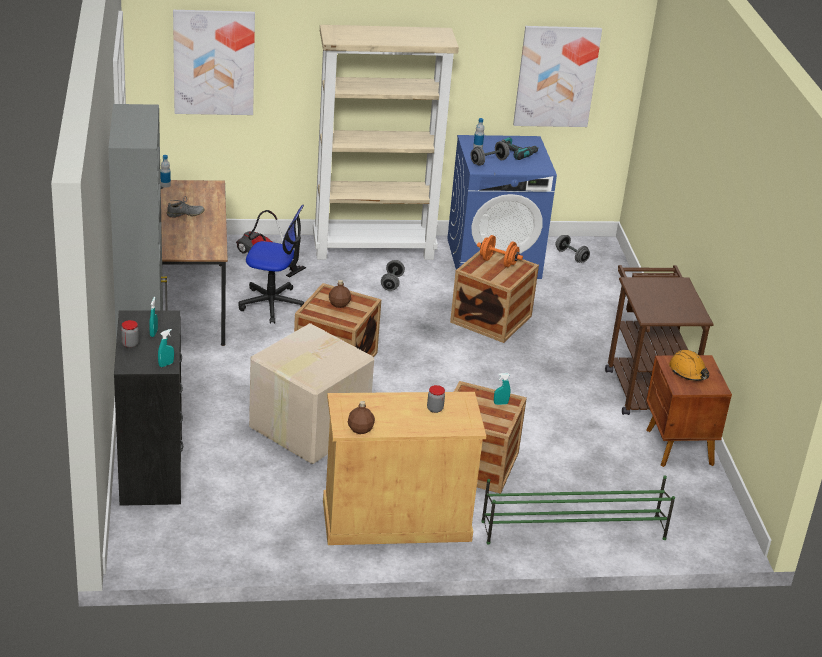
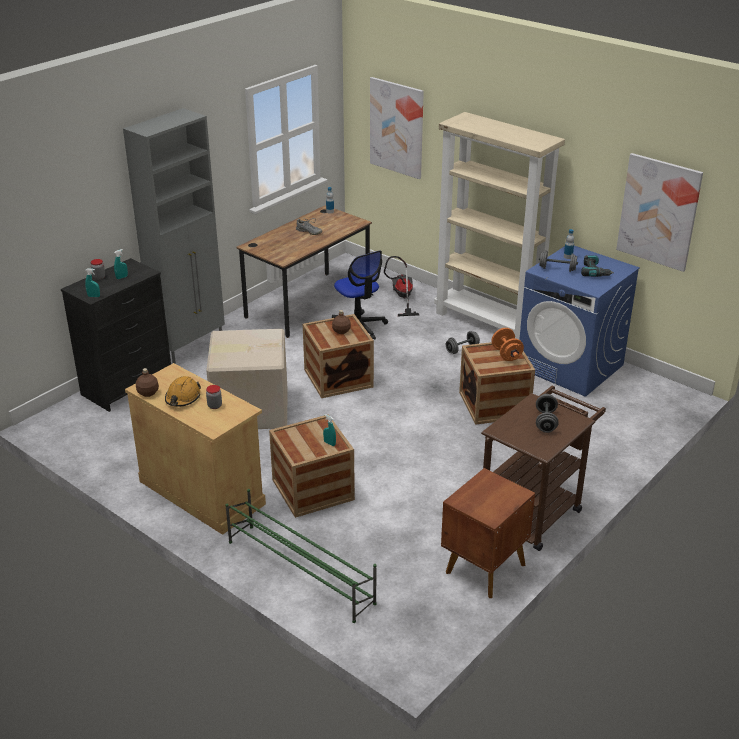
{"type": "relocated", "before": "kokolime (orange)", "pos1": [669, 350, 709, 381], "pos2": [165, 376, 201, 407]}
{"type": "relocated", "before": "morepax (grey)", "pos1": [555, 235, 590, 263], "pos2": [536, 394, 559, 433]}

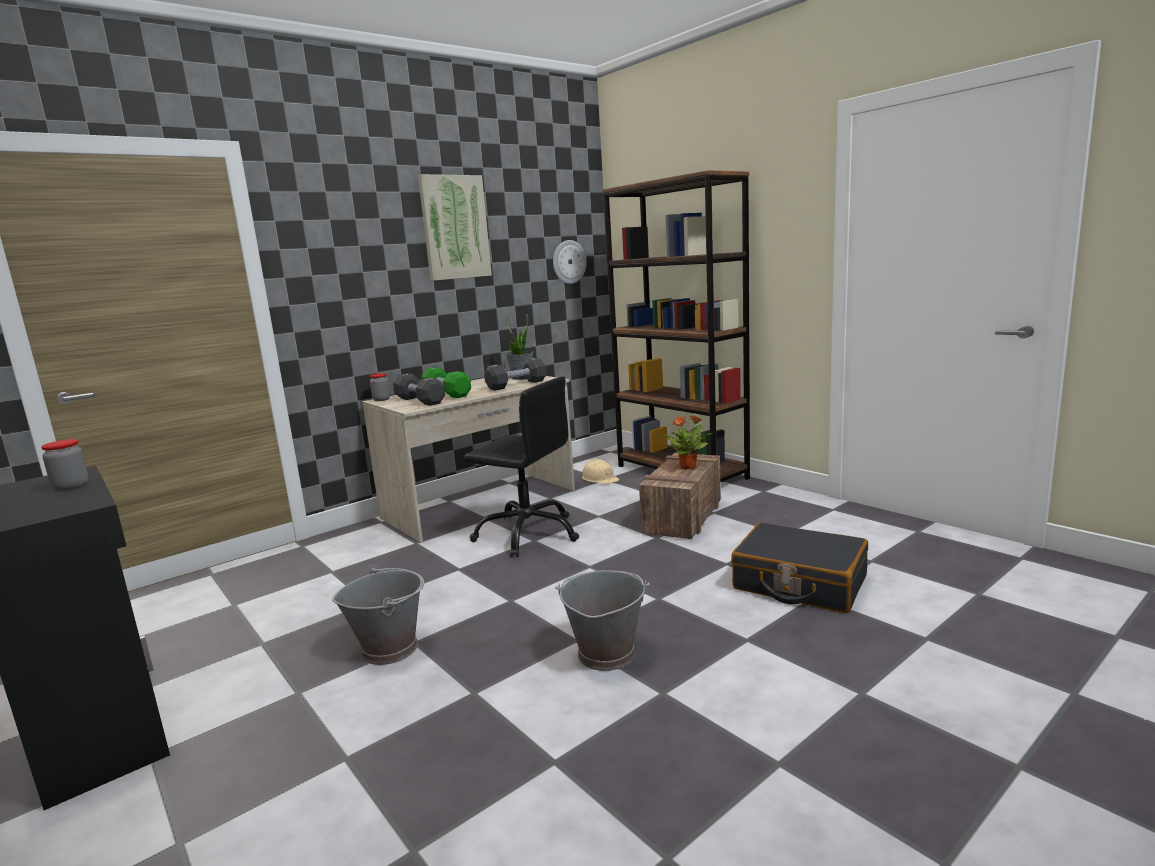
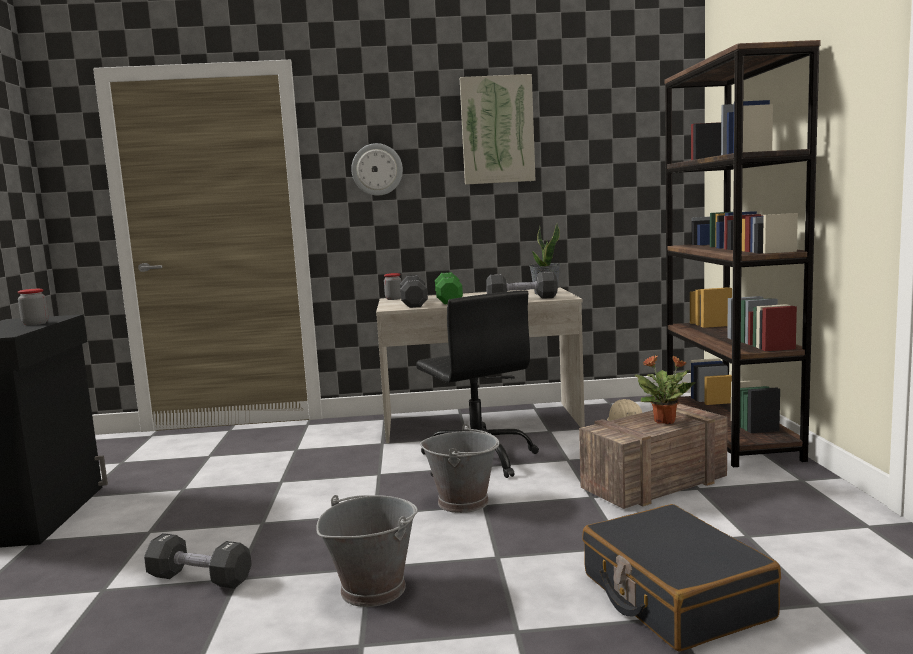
{"type": "appeared", "after": "morepax (black)", "pos2": [144, 533, 252, 589]}
{"type": "relocated", "before": "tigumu", "pos1": [553, 240, 586, 284], "pos2": [351, 143, 403, 196]}
{"type": "relocated", "before": "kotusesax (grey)", "pos1": [332, 565, 424, 665], "pos2": [420, 424, 499, 513]}

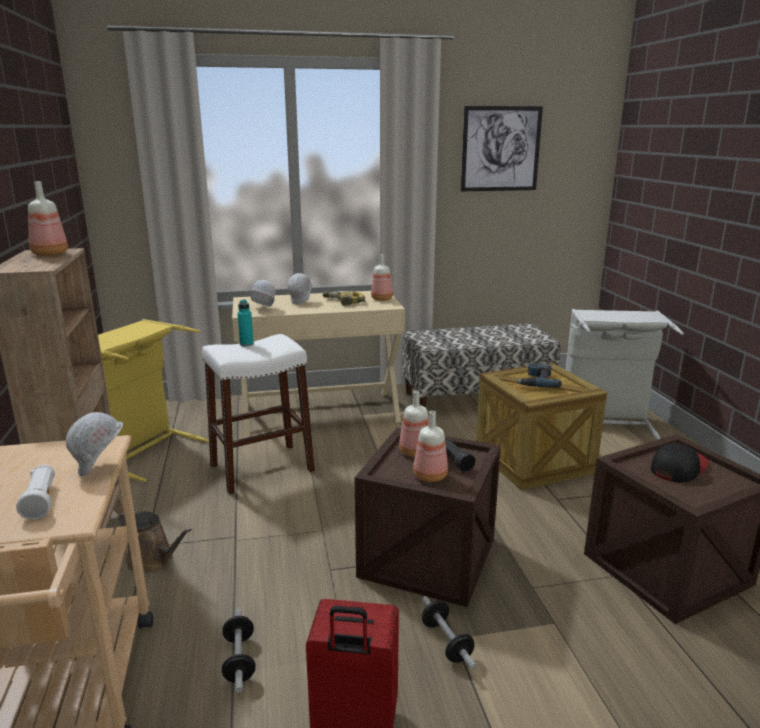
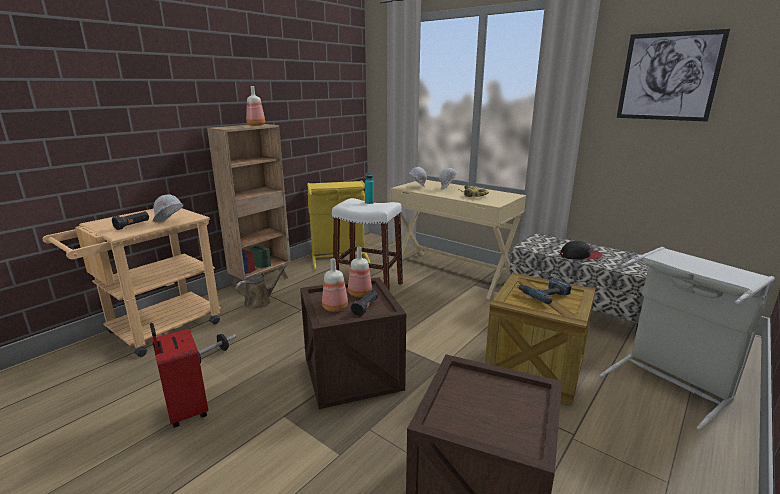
{"type": "colour", "before": "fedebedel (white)", "after": "fedebedel (black)", "pos1": [16, 464, 55, 520], "pos2": [112, 211, 149, 230]}
{"type": "spun", "before": "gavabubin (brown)", "pos1": [118, 512, 192, 574], "pos2": [236, 264, 288, 308], "turn": -120}
{"type": "relocated", "before": "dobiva", "pos1": [651, 443, 709, 483], "pos2": [560, 241, 602, 260]}
{"type": "missing", "before": "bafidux", "pos1": [371, 254, 393, 301]}
{"type": "missing", "before": "morepax", "pos1": [422, 596, 477, 670]}

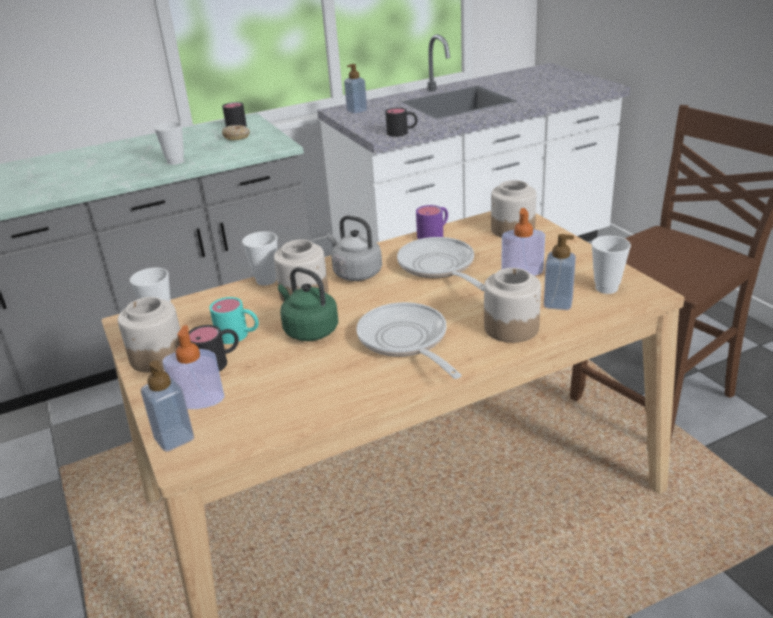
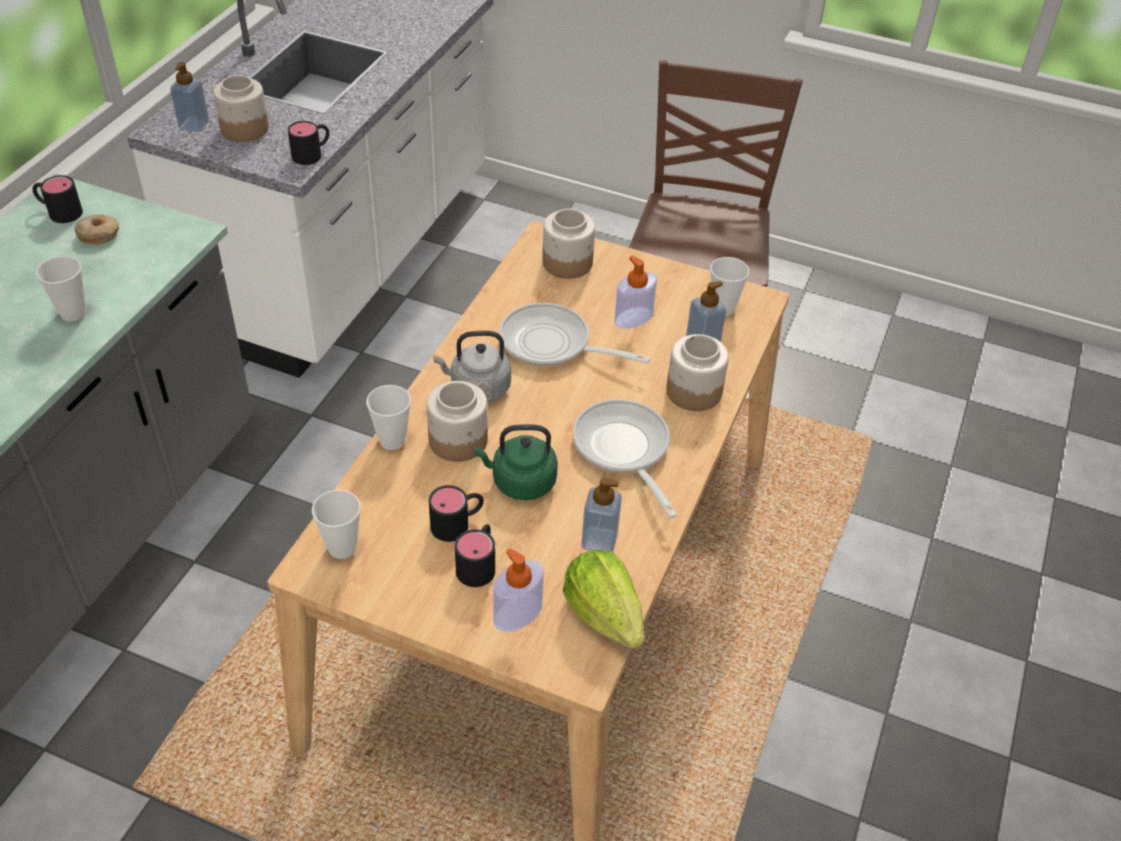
{"type": "relocated", "before": "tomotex", "pos1": [118, 297, 180, 373], "pos2": [213, 75, 269, 142]}
{"type": "colour", "before": "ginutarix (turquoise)", "after": "ginutarix (black)", "pos1": [209, 297, 259, 344], "pos2": [429, 485, 484, 542]}
{"type": "appeared", "after": "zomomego", "pos2": [563, 550, 644, 649]}
{"type": "spun", "before": "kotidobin", "pos1": [356, 302, 462, 379], "pos2": [573, 399, 677, 518], "turn": 45}
{"type": "relocated", "before": "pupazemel", "pos1": [141, 360, 194, 452], "pos2": [581, 477, 622, 552]}
{"type": "missing", "before": "ginutarix (purple)", "pos1": [416, 205, 448, 239]}

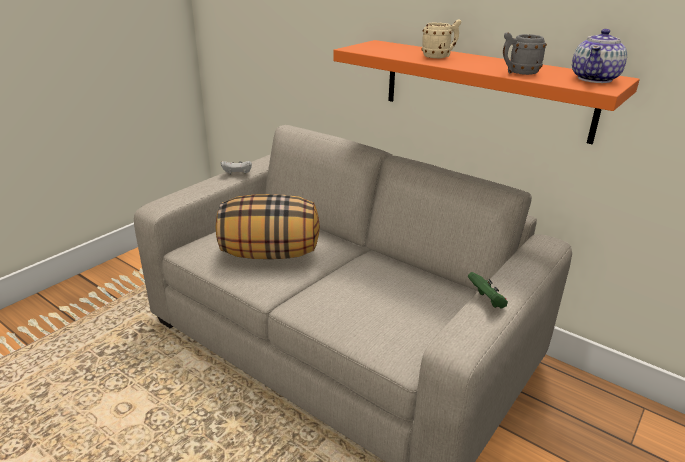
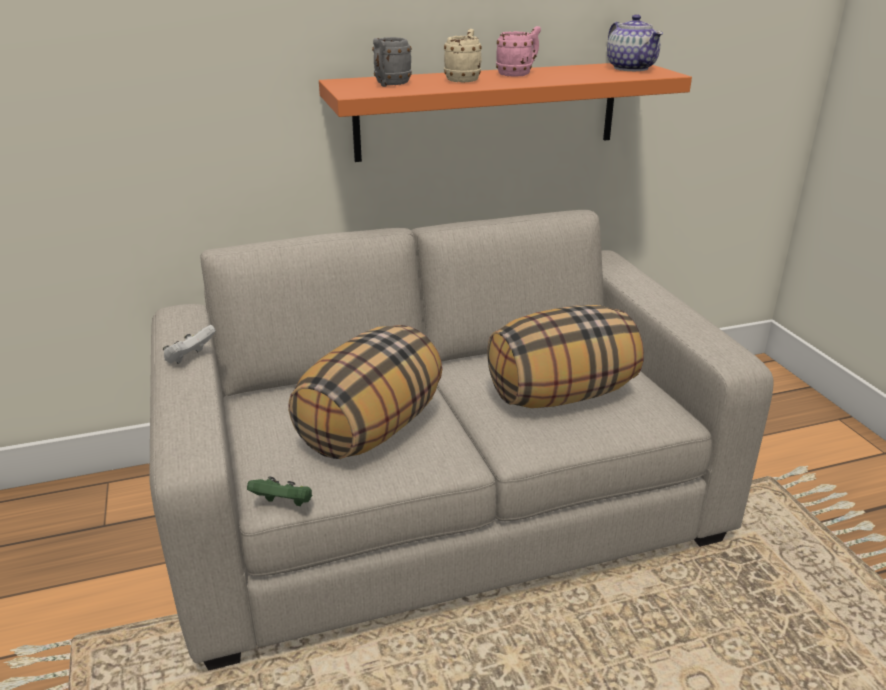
{"type": "relocated", "before": "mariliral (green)", "pos1": [468, 272, 508, 309], "pos2": [247, 476, 312, 506]}
{"type": "relocated", "before": "ginutarix (grey)", "pos1": [503, 32, 547, 75], "pos2": [372, 37, 412, 87]}
{"type": "appeared", "after": "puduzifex", "pos2": [487, 305, 644, 408]}
{"type": "appeared", "after": "ginutarix (pink)", "pos2": [496, 26, 541, 77]}

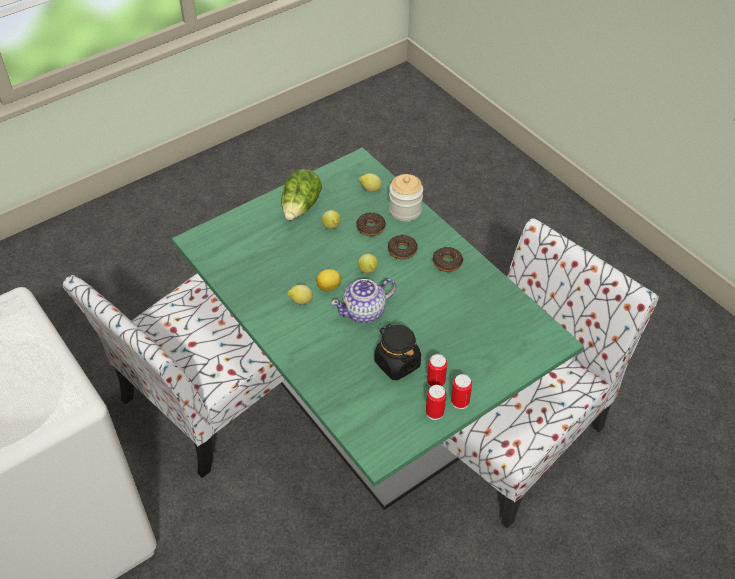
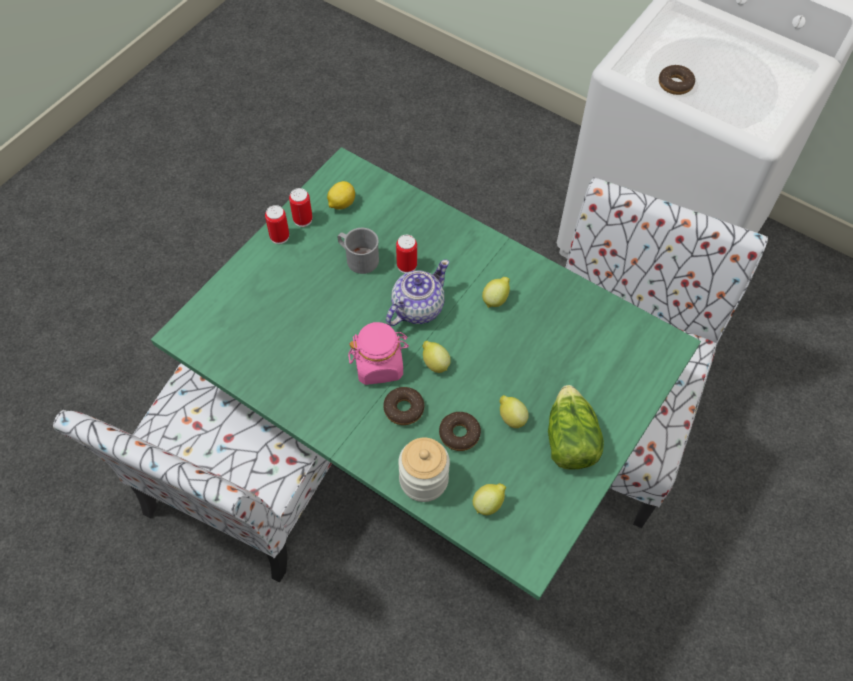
{"type": "relocated", "before": "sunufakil", "pos1": [316, 269, 342, 291], "pos2": [327, 181, 355, 210]}
{"type": "exchanged", "before": "tomotex (black)", "after": "ginutarix (grey)", "pos1": [374, 324, 421, 380], "pos2": [338, 228, 379, 274]}
{"type": "appeared", "after": "tomotex (pink)", "pos2": [348, 322, 409, 385]}
{"type": "relocated", "before": "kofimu", "pos1": [427, 354, 447, 387], "pos2": [396, 235, 417, 273]}
{"type": "relocated", "before": "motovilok", "pos1": [433, 247, 463, 272], "pos2": [659, 65, 695, 95]}

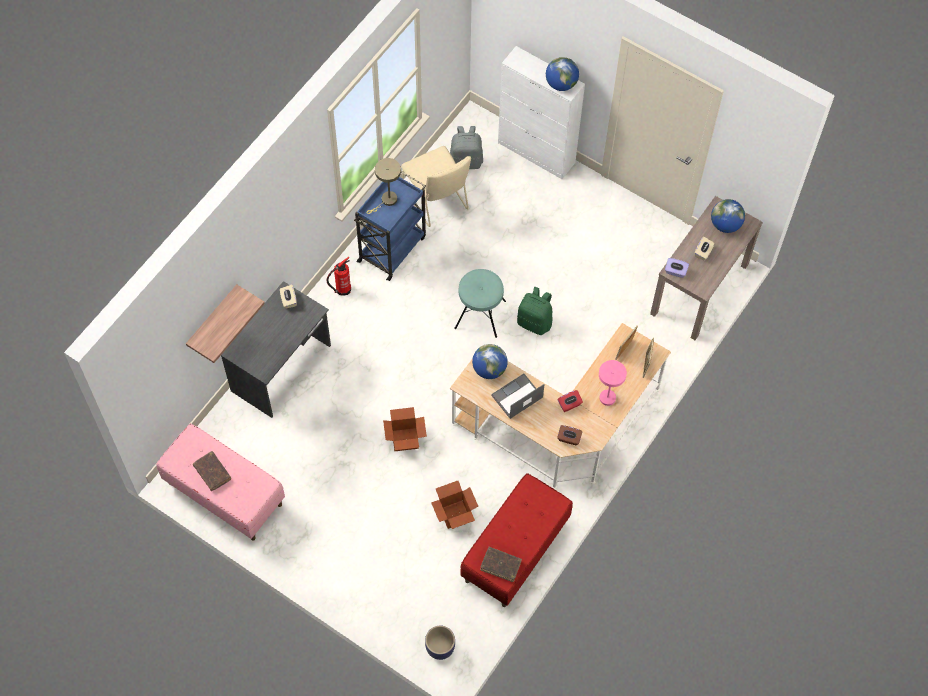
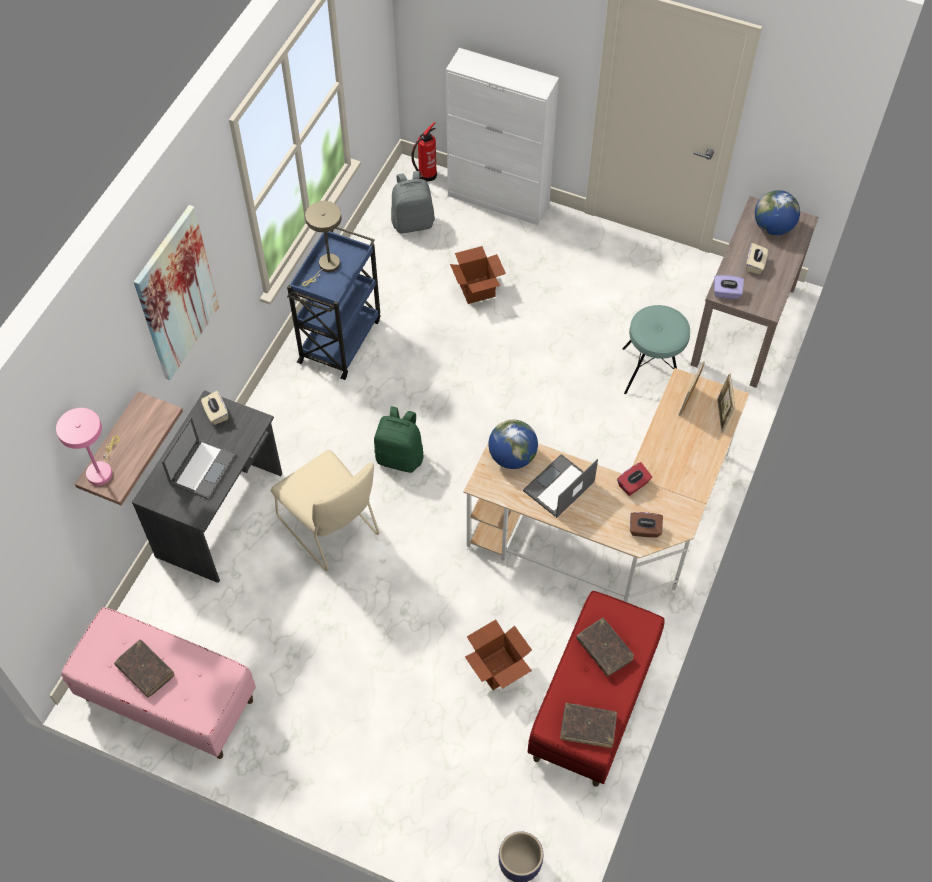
{"type": "relocated", "before": "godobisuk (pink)", "pos1": [599, 360, 627, 406], "pos2": [56, 408, 120, 485]}
{"type": "appeared", "after": "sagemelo", "pos2": [134, 205, 219, 380]}
{"type": "appeared", "after": "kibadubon", "pos2": [162, 417, 237, 500]}
{"type": "relocated", "before": "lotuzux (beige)", "pos1": [401, 146, 471, 227], "pos2": [271, 450, 380, 571]}
{"type": "relocated", "before": "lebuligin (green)", "pos1": [517, 287, 552, 335], "pos2": [374, 406, 424, 473]}
{"type": "relocated", "before": "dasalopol", "pos1": [327, 257, 351, 296], "pos2": [411, 122, 437, 182]}
{"type": "relocated", "before": "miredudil", "pos1": [383, 407, 427, 451], "pos2": [450, 246, 506, 304]}
{"type": "appeared", "after": "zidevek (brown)", "pos2": [576, 618, 634, 676]}
{"type": "relocated", "before": "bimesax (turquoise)", "pos1": [454, 269, 506, 338], "pos2": [622, 305, 690, 394]}
{"type": "missing", "before": "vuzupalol", "pos1": [546, 57, 579, 91]}

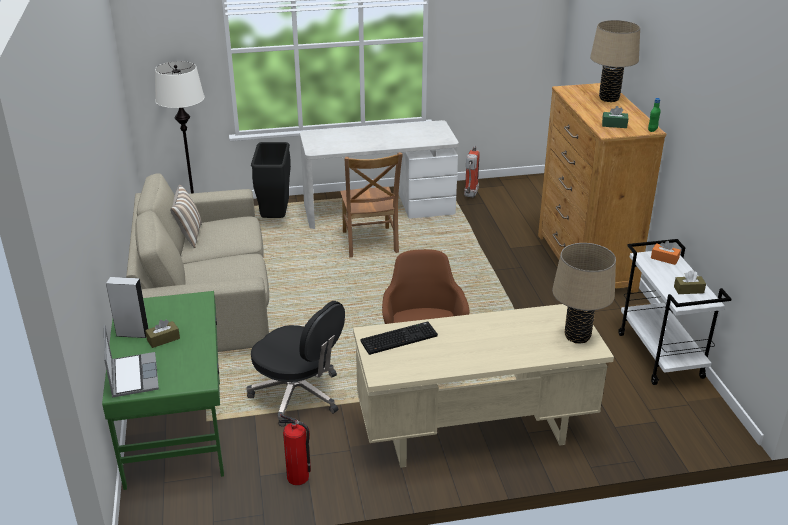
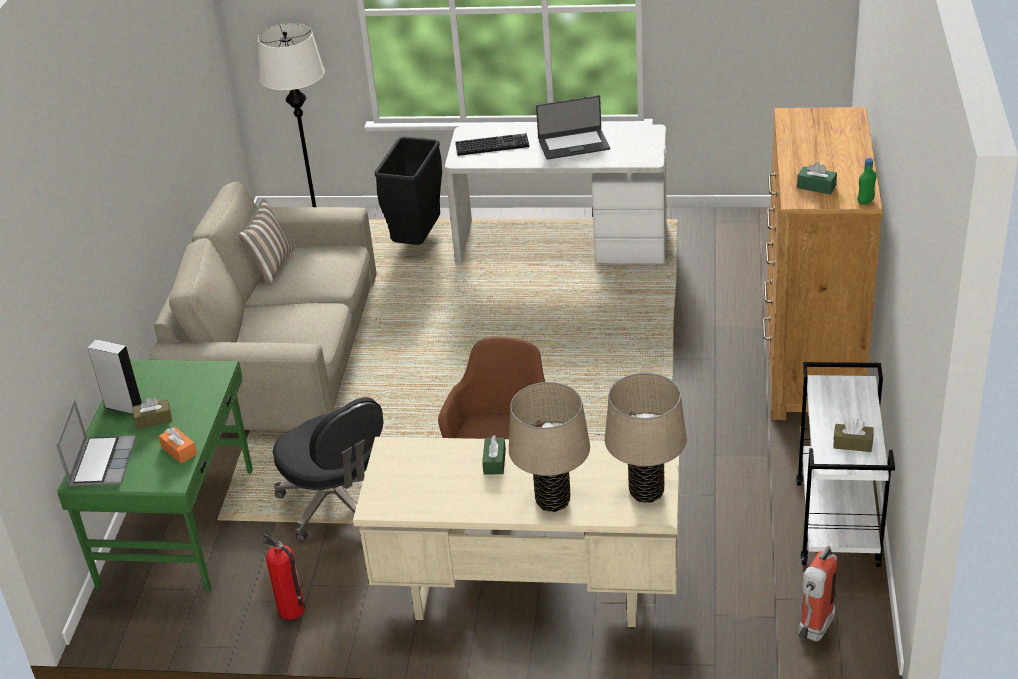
{"type": "relocated", "before": "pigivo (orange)", "pos1": [651, 241, 681, 265], "pos2": [159, 427, 197, 464]}
{"type": "relocated", "before": "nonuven", "pos1": [360, 321, 438, 355], "pos2": [455, 133, 529, 156]}
{"type": "appeared", "after": "pigivo (green)", "pos2": [482, 435, 506, 475]}
{"type": "relocated", "before": "godobisuk (beige)", "pos1": [590, 20, 640, 102], "pos2": [509, 382, 590, 512]}
{"type": "appeared", "after": "kibadubon", "pos2": [536, 95, 610, 160]}
{"type": "relocated", "before": "dasalopol", "pos1": [464, 145, 480, 197], "pos2": [798, 545, 837, 642]}
{"type": "missing", "before": "lotuzux (brown)", "pos1": [340, 152, 403, 257]}

